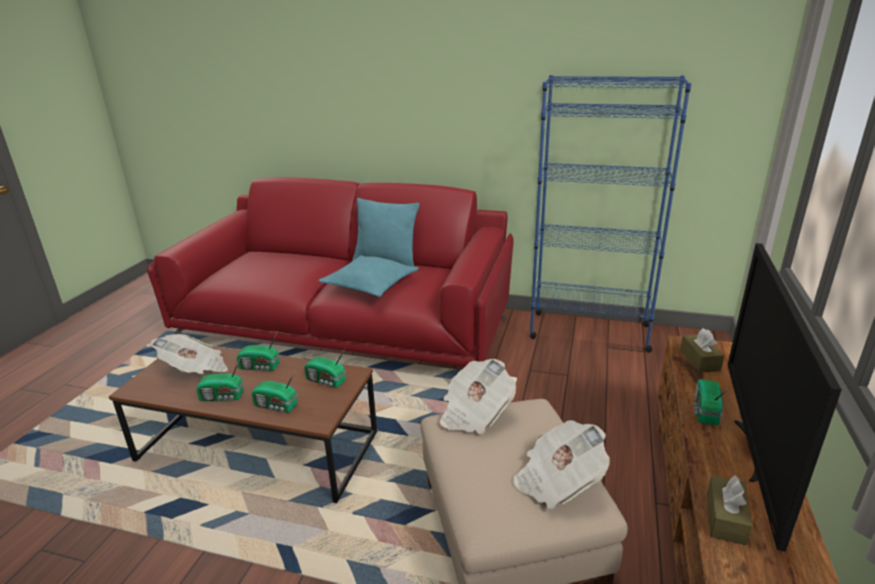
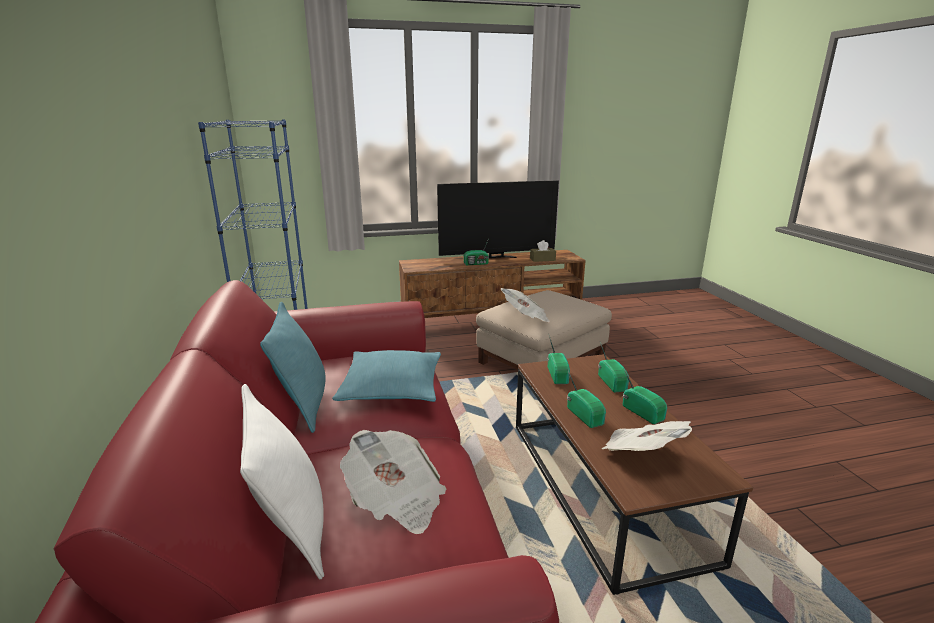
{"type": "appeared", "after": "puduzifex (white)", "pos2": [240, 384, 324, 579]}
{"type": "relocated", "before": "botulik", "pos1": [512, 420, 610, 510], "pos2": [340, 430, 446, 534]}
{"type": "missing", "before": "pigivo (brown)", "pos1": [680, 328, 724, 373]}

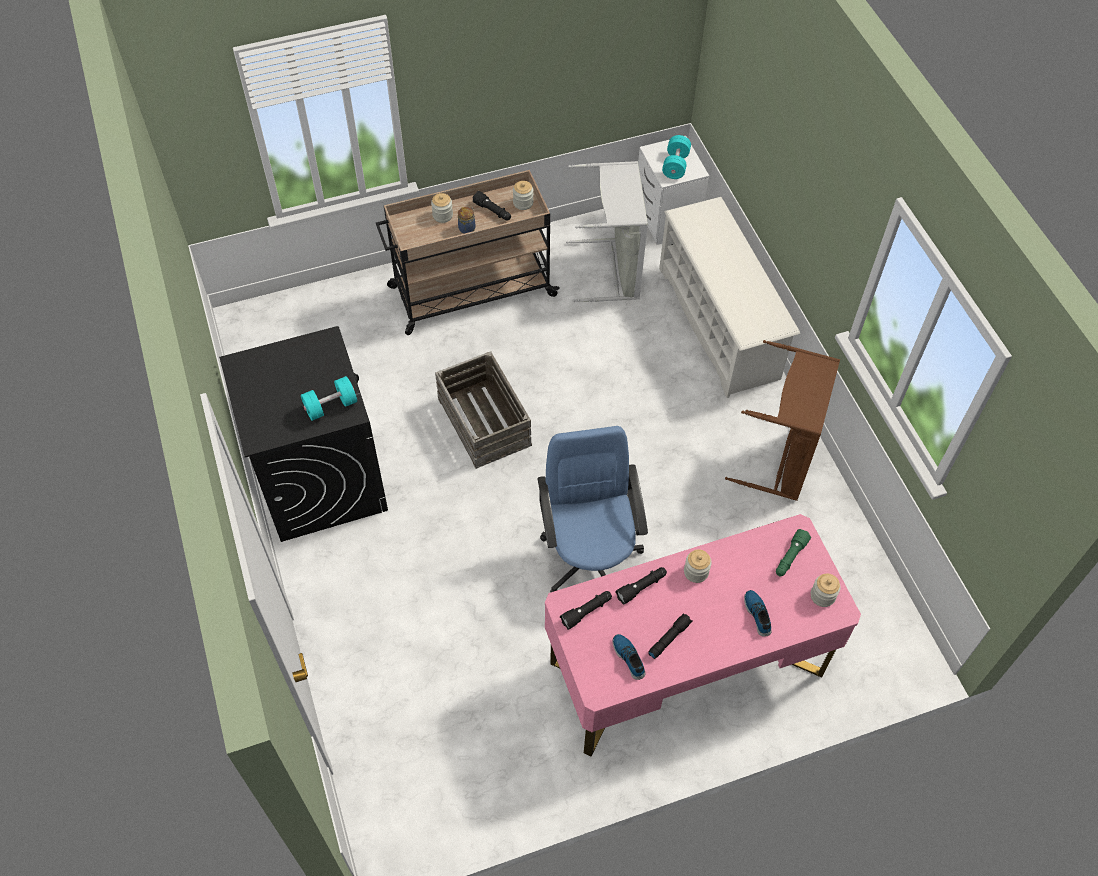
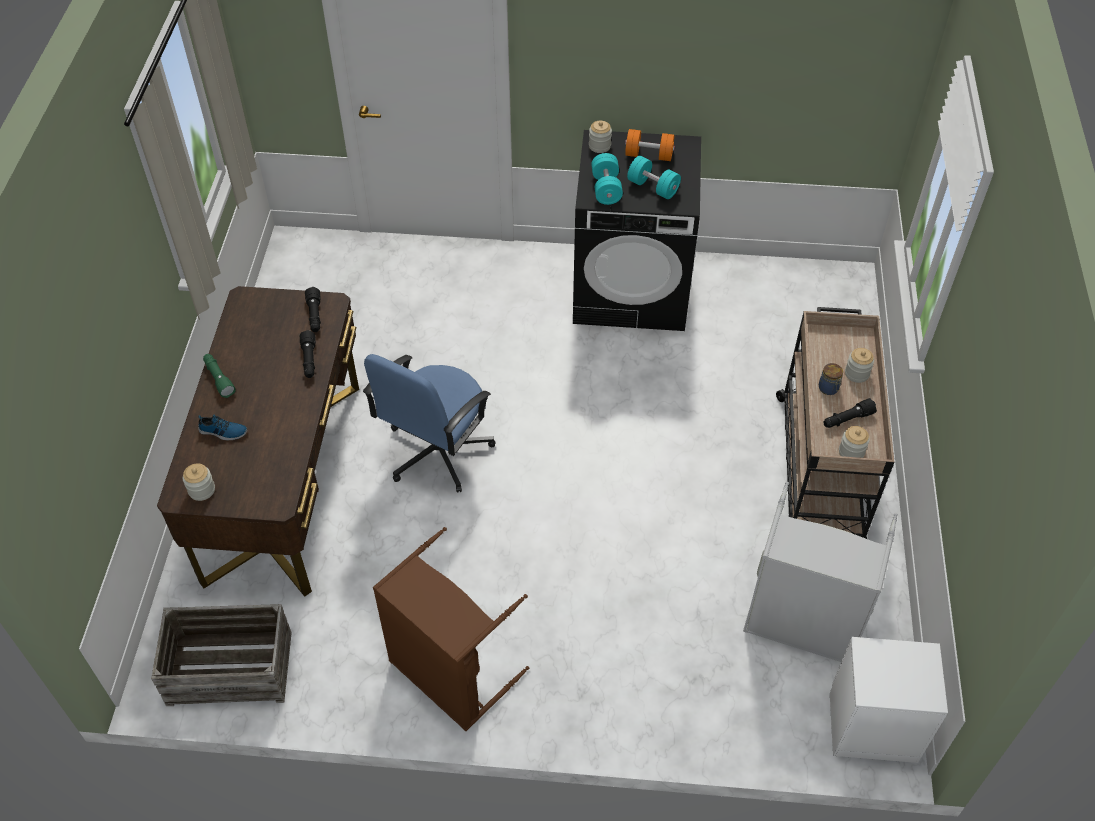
{"type": "relocated", "before": "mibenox", "pos1": [435, 351, 532, 469], "pos2": [151, 604, 292, 706]}
{"type": "colour", "before": "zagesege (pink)", "after": "zagesege (brown)", "pos1": [545, 514, 861, 756], "pos2": [157, 286, 359, 596]}
{"type": "relocated", "before": "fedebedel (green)", "pos1": [776, 529, 811, 576], "pos2": [203, 354, 235, 398]}
{"type": "spun", "before": "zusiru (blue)", "pos1": [538, 426, 648, 592], "pos2": [363, 354, 496, 492], "turn": 105}
{"type": "relocated", "before": "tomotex", "pos1": [684, 549, 712, 583], "pos2": [589, 121, 612, 153]}
{"type": "appeared", "after": "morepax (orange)", "pos2": [625, 129, 675, 161]}
{"type": "relocated", "before": "morepax (turquoise)", "pos1": [662, 135, 691, 179], "pos2": [627, 156, 681, 199]}
{"type": "missing", "before": "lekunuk", "pos1": [612, 634, 645, 680]}
{"type": "missing", "before": "fedebedel (black)", "pos1": [648, 613, 693, 659]}
{"type": "missing", "before": "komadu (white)", "pos1": [659, 197, 800, 398]}

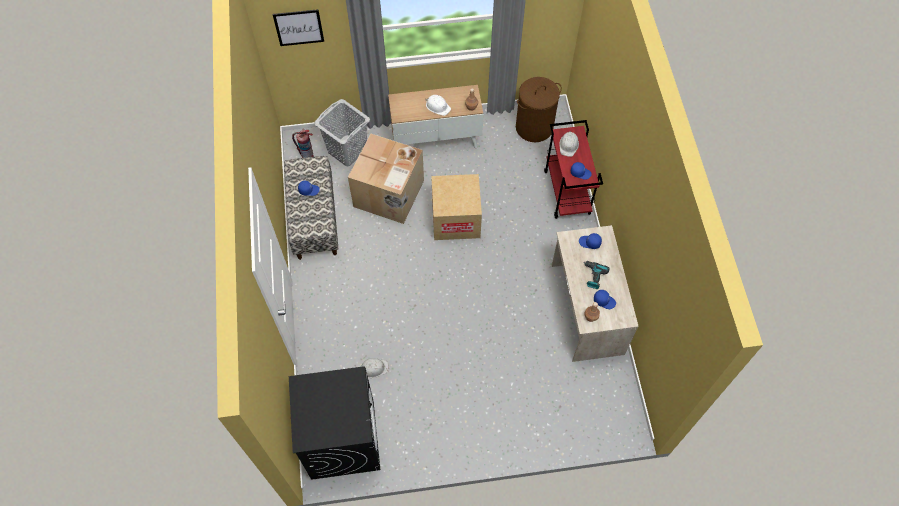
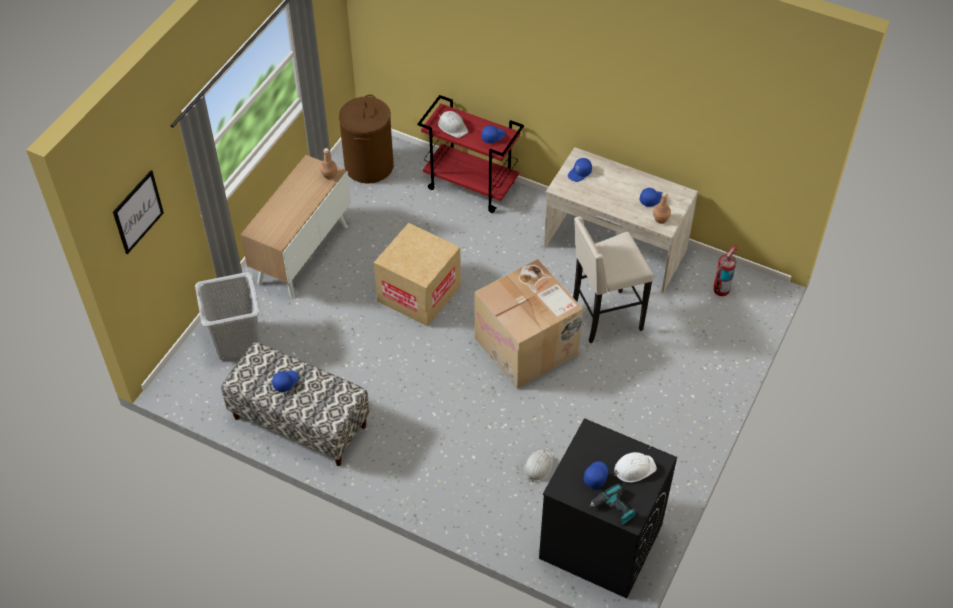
{"type": "relocated", "before": "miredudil", "pos1": [348, 134, 424, 224], "pos2": [475, 259, 583, 389]}
{"type": "appeared", "after": "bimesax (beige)", "pos2": [573, 216, 654, 343]}
{"type": "appeared", "after": "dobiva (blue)", "pos2": [584, 461, 608, 488]}
{"type": "relocated", "before": "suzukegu", "pos1": [583, 261, 610, 289], "pos2": [589, 484, 636, 525]}
{"type": "relocated", "before": "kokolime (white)", "pos1": [426, 95, 451, 116], "pos2": [613, 452, 657, 482]}
{"type": "relocated", "before": "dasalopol", "pos1": [292, 130, 314, 158], "pos2": [714, 245, 738, 296]}

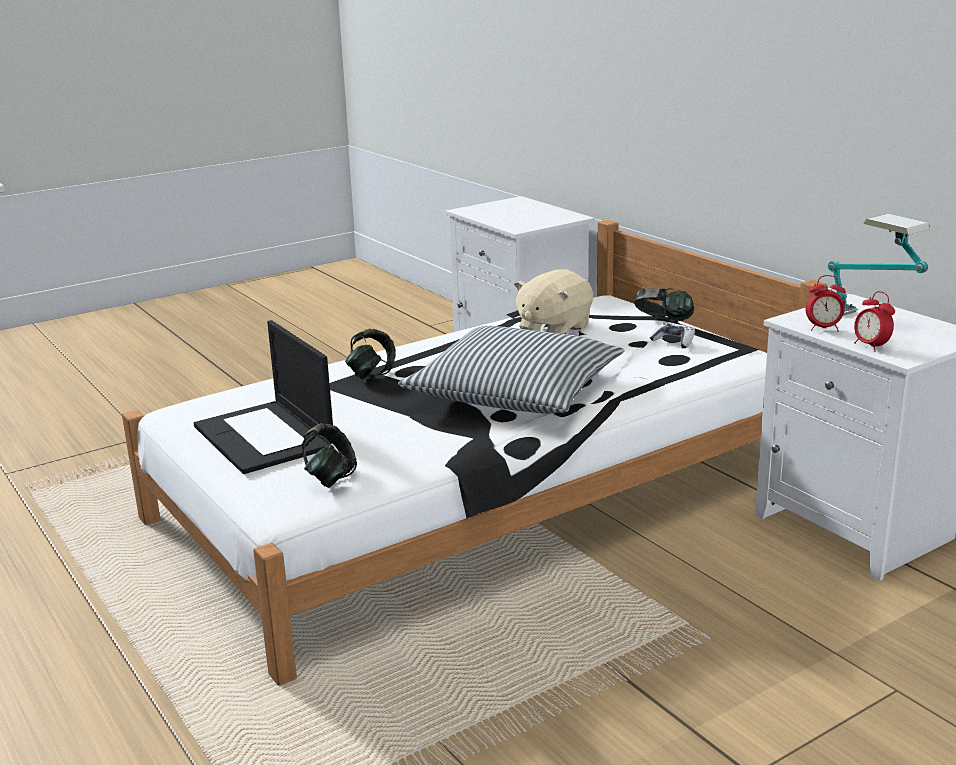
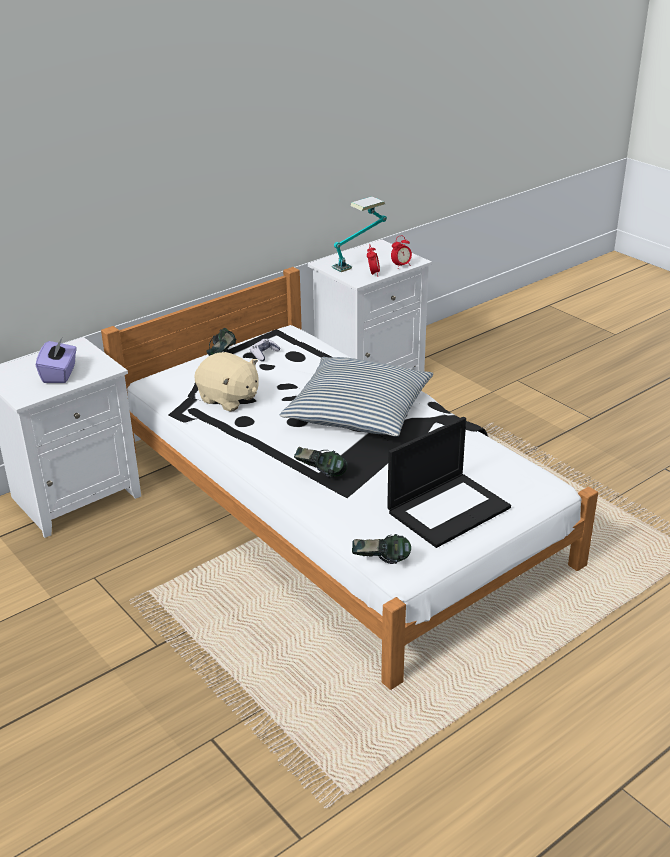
{"type": "appeared", "after": "pigivo (purple)", "pos2": [36, 338, 77, 383]}
{"type": "relocated", "before": "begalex", "pos1": [302, 423, 357, 488], "pos2": [352, 534, 411, 564]}

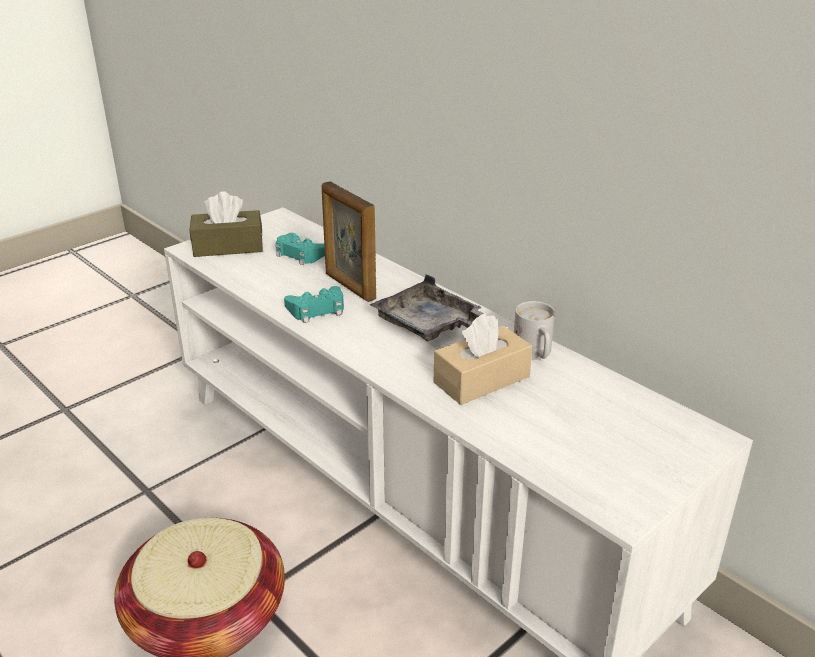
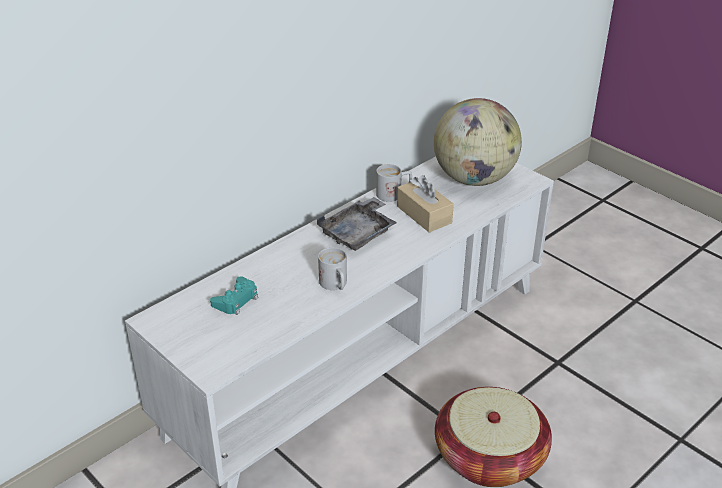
{"type": "exchanged", "before": "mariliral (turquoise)", "after": "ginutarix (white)", "pos1": [284, 286, 344, 323], "pos2": [318, 247, 347, 290]}
{"type": "appeared", "after": "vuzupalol", "pos2": [434, 98, 522, 186]}
{"type": "missing", "before": "pigivo (brown)", "pos1": [190, 191, 263, 257]}
{"type": "missing", "before": "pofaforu", "pos1": [322, 181, 376, 302]}

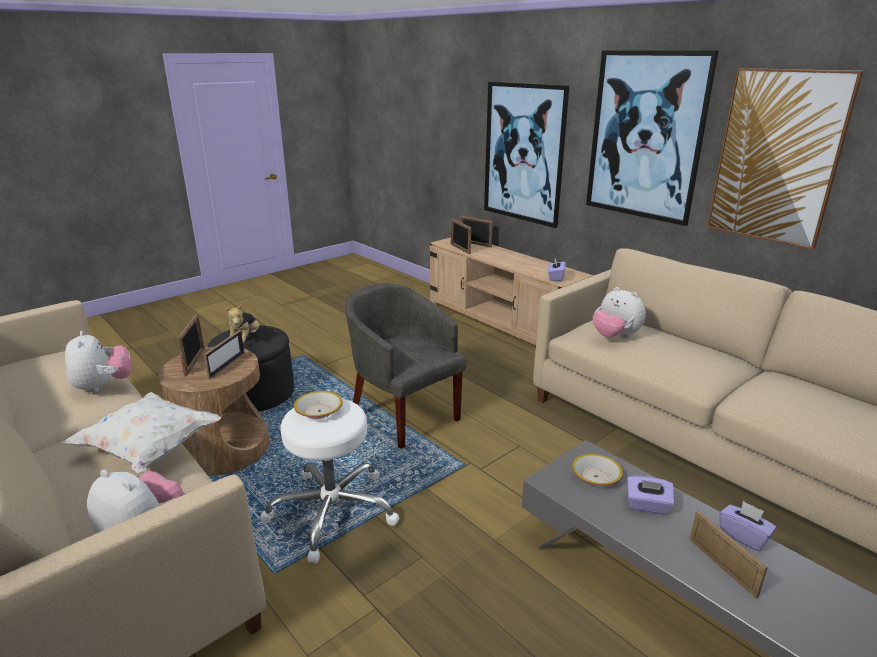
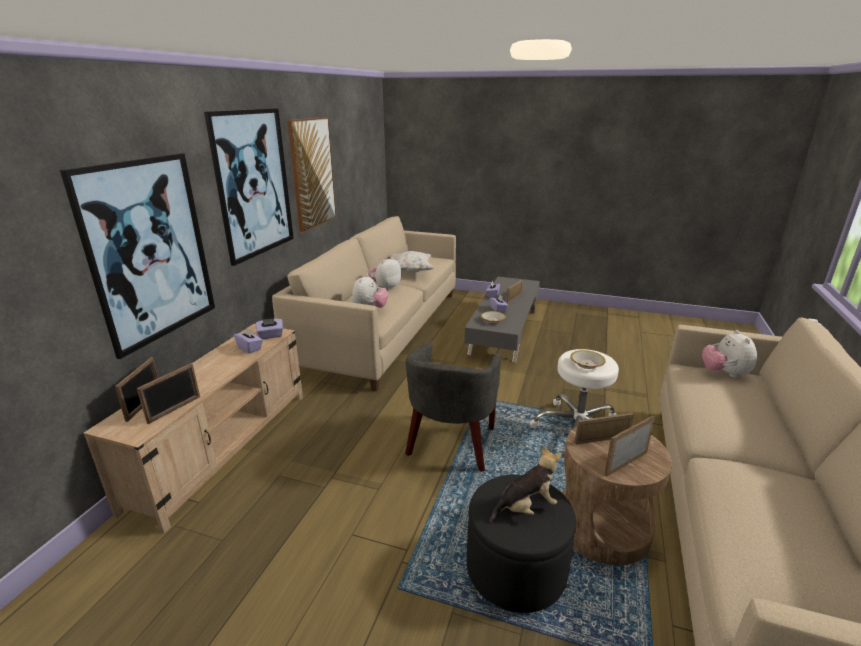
{"type": "appeared", "after": "pigivo (purple)", "pos2": [234, 328, 263, 354]}
{"type": "relocated", "before": "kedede", "pos1": [65, 331, 131, 394], "pos2": [368, 257, 401, 290]}
{"type": "relocated", "before": "puduzifex (white)", "pos1": [63, 392, 221, 473], "pos2": [390, 251, 434, 273]}

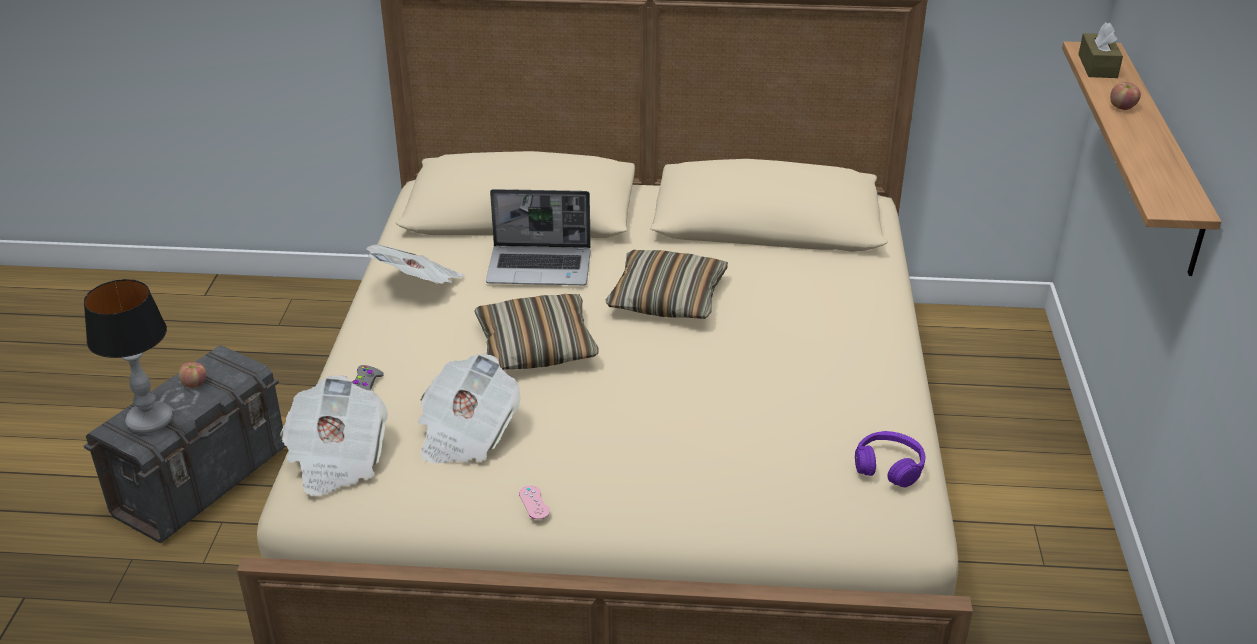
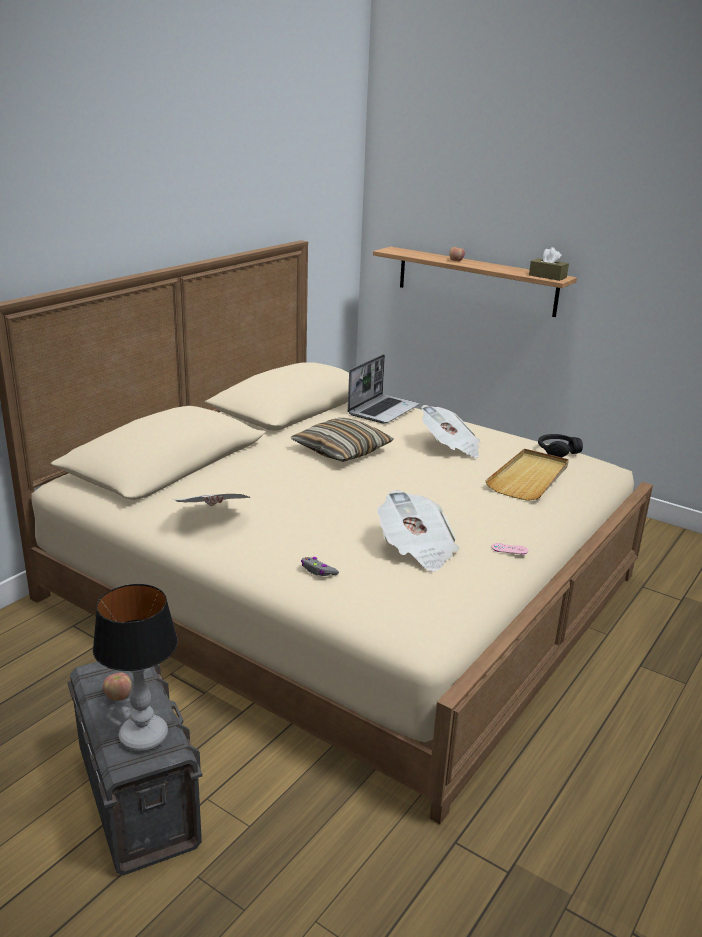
{"type": "relocated", "before": "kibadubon", "pos1": [486, 189, 591, 285], "pos2": [348, 354, 419, 423]}
{"type": "relocated", "before": "botulik", "pos1": [280, 375, 388, 496], "pos2": [421, 405, 480, 458]}
{"type": "appeared", "after": "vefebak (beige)", "pos2": [485, 449, 569, 501]}
{"type": "relocated", "before": "pigivo (brown)", "pos1": [1078, 22, 1123, 78], "pos2": [529, 247, 569, 281]}
{"type": "colour", "before": "begalex (purple)", "after": "begalex (black)", "pos1": [855, 431, 925, 488], "pos2": [538, 434, 583, 457]}
{"type": "missing", "before": "puduzifex", "pos1": [474, 294, 599, 370]}

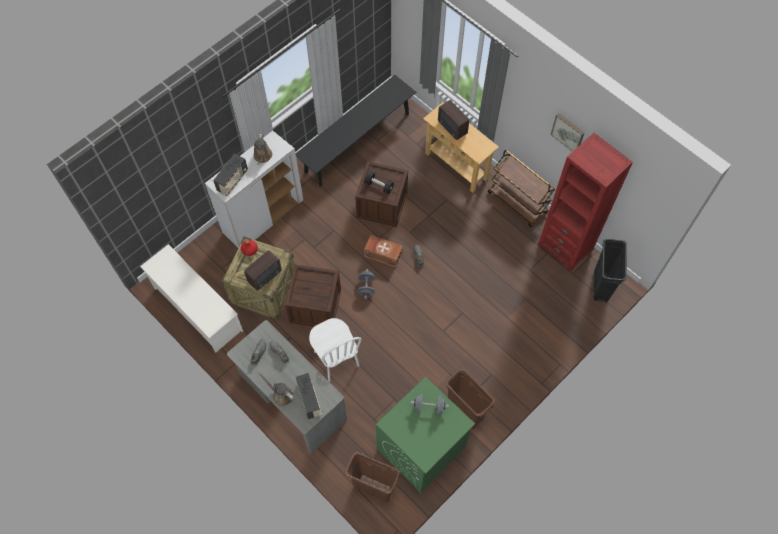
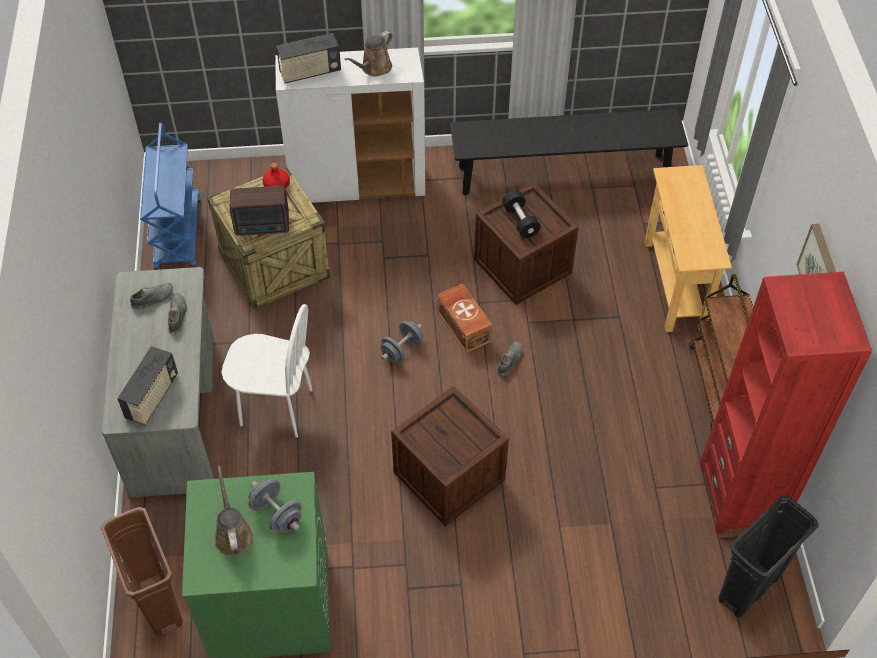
{"type": "exchanged", "before": "komadu (white)", "after": "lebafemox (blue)", "pos1": [140, 244, 243, 352], "pos2": [140, 123, 200, 270]}
{"type": "relocated", "before": "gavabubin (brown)", "pos1": [257, 371, 295, 406], "pos2": [214, 466, 254, 556]}
{"type": "spun", "before": "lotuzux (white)", "pos1": [309, 318, 362, 382], "pos2": [221, 304, 313, 438], "turn": -90}
{"type": "relocated", "before": "mibenox", "pos1": [285, 265, 341, 327], "pos2": [391, 386, 509, 526]}
{"type": "missing", "before": "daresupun", "pos1": [438, 100, 469, 140]}
{"type": "missing", "before": "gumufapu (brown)", "pos1": [446, 369, 495, 429]}

